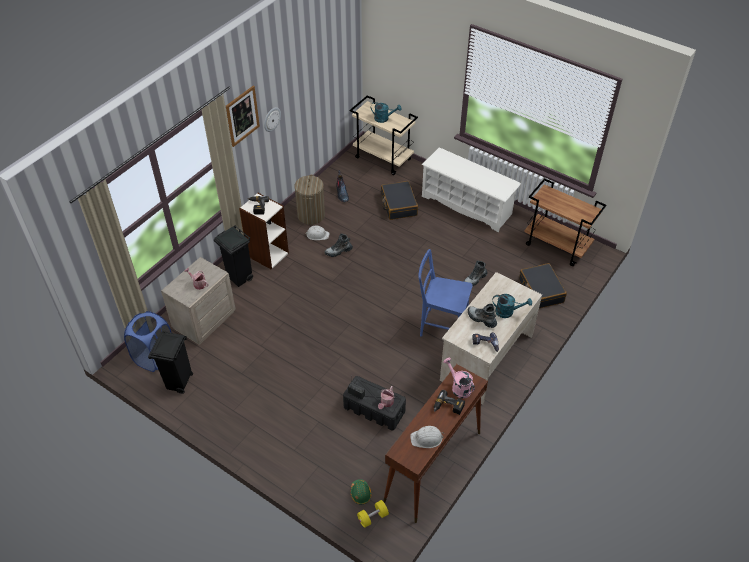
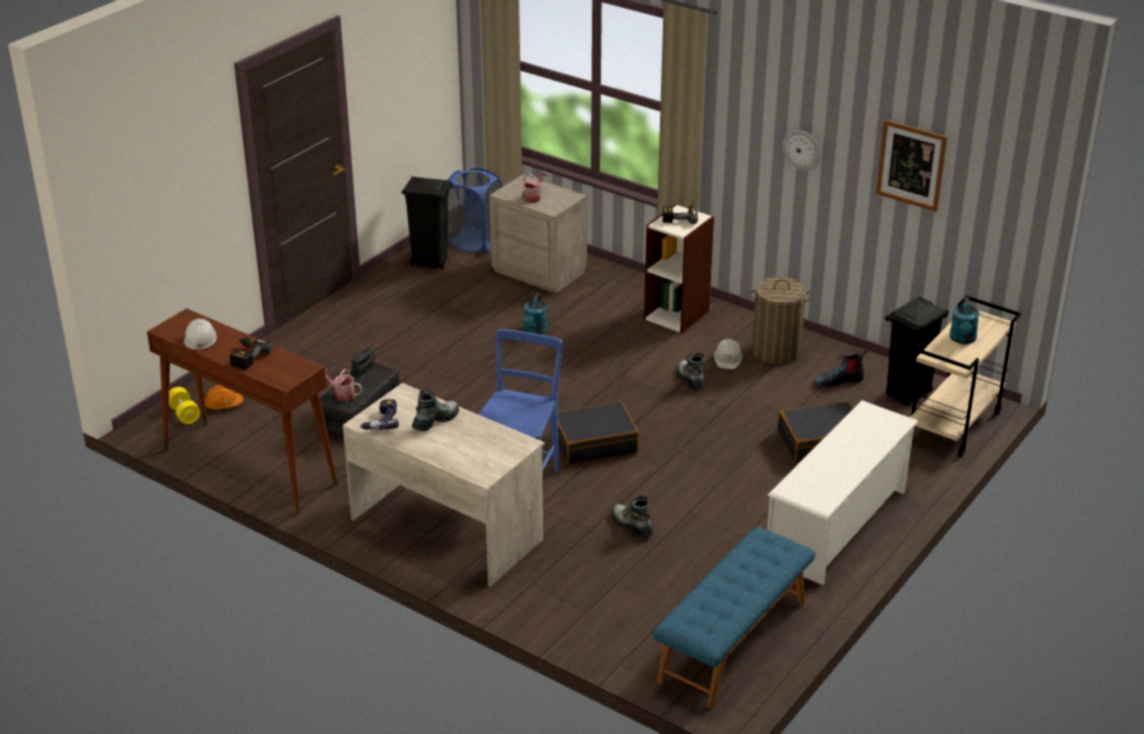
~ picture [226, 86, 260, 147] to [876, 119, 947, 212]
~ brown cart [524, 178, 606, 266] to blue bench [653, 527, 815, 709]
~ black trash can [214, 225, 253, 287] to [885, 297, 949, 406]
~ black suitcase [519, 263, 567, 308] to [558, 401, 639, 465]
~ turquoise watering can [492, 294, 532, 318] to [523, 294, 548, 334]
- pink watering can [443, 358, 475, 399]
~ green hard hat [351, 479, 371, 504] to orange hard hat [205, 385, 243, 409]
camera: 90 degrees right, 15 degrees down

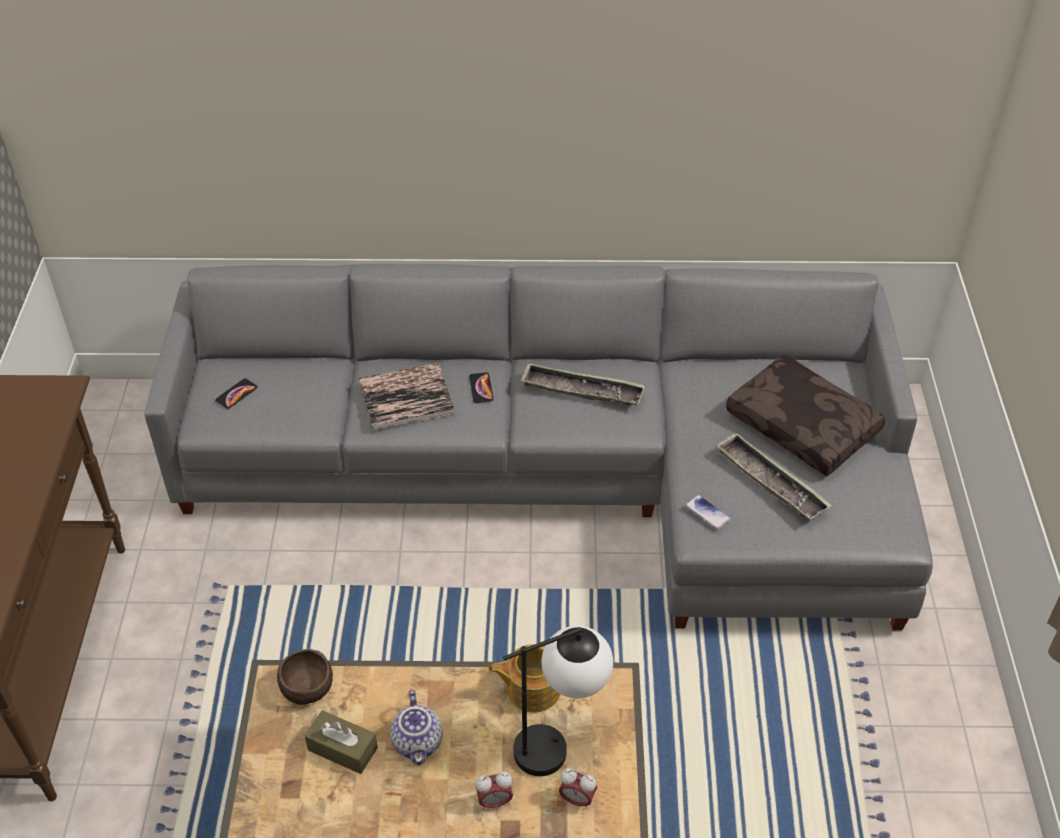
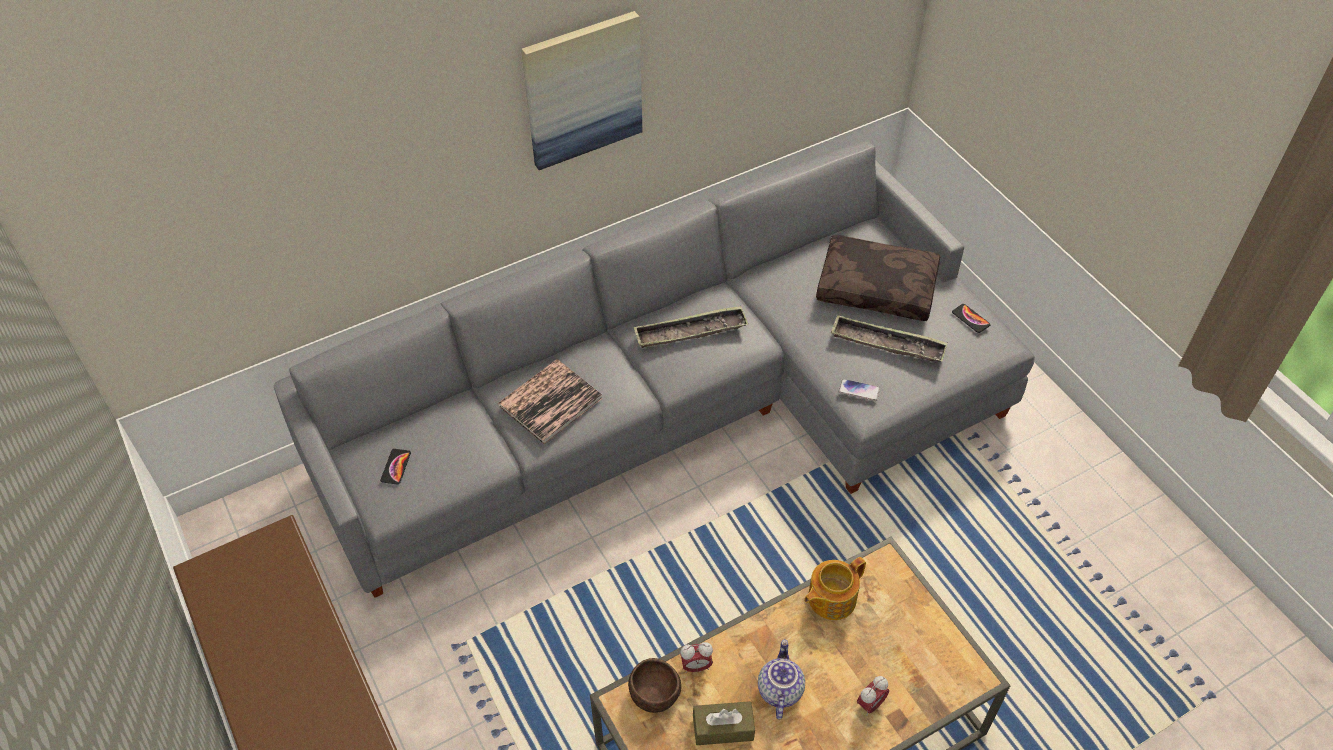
~ phone [469, 372, 494, 403] to [952, 304, 990, 333]
- table lamp [503, 626, 613, 776]
~ teapot [390, 690, 442, 765] = [758, 639, 805, 719] 135 degrees counterclockwise
~ alarm clock [559, 768, 597, 809] to [680, 642, 713, 673]
+ picture [521, 11, 642, 170]
camera: 30 degrees left, 5 degrees up

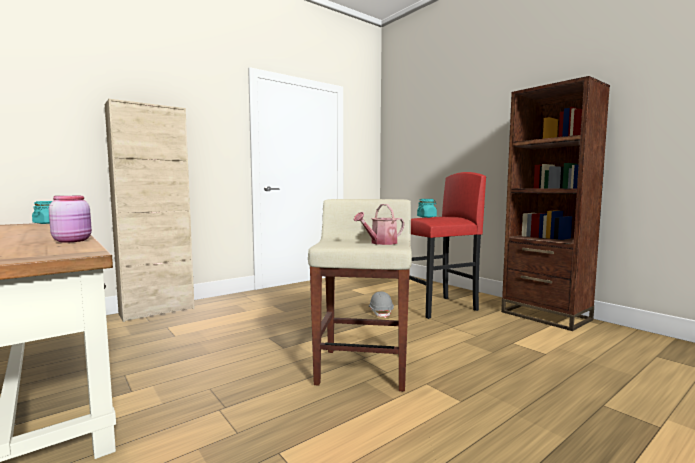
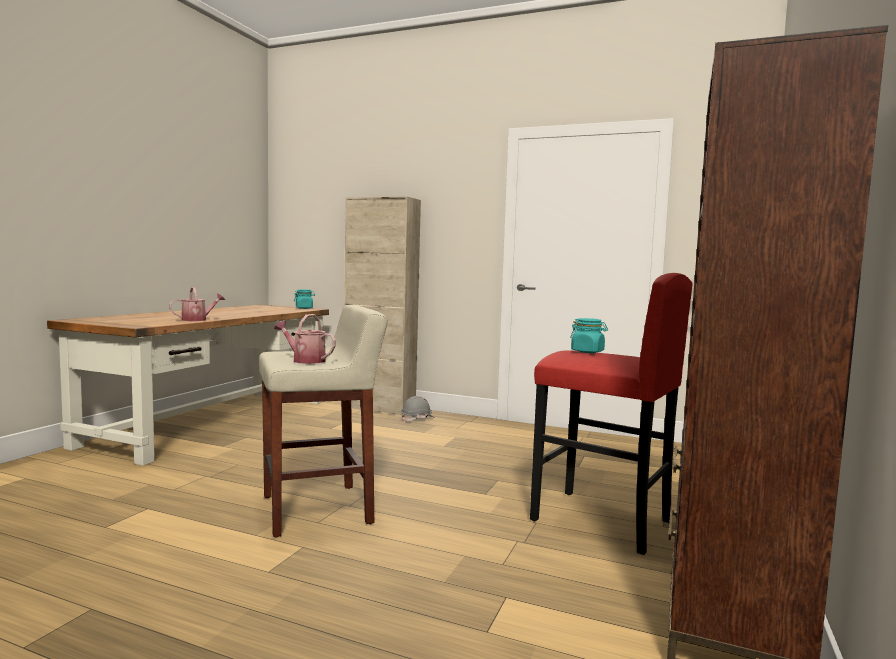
~ pink jar [49, 196, 92, 243] to watering can [169, 287, 225, 321]
~ grey hard hat [369, 292, 394, 318] to [401, 396, 434, 422]
camera: 60 degrees right, 0 degrees up

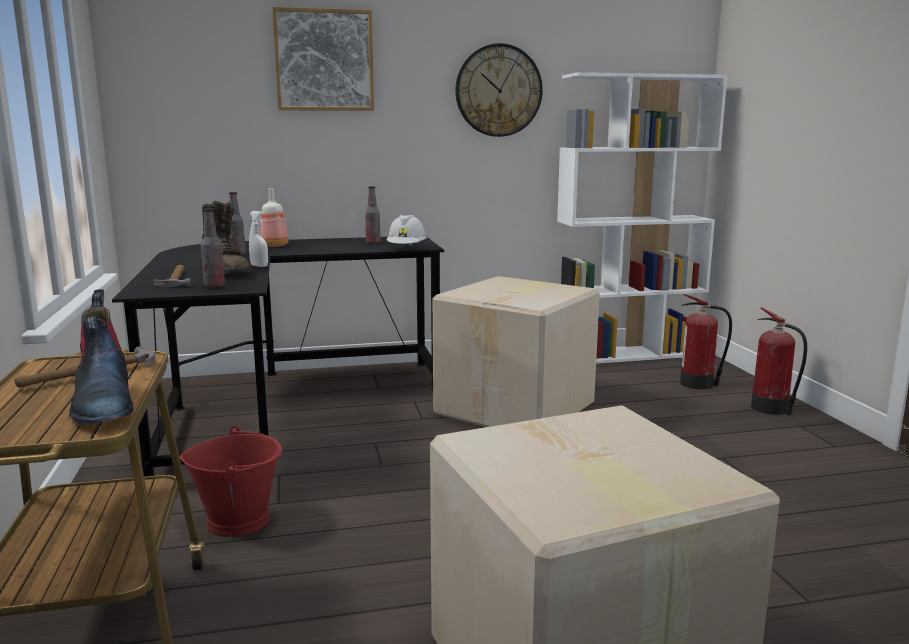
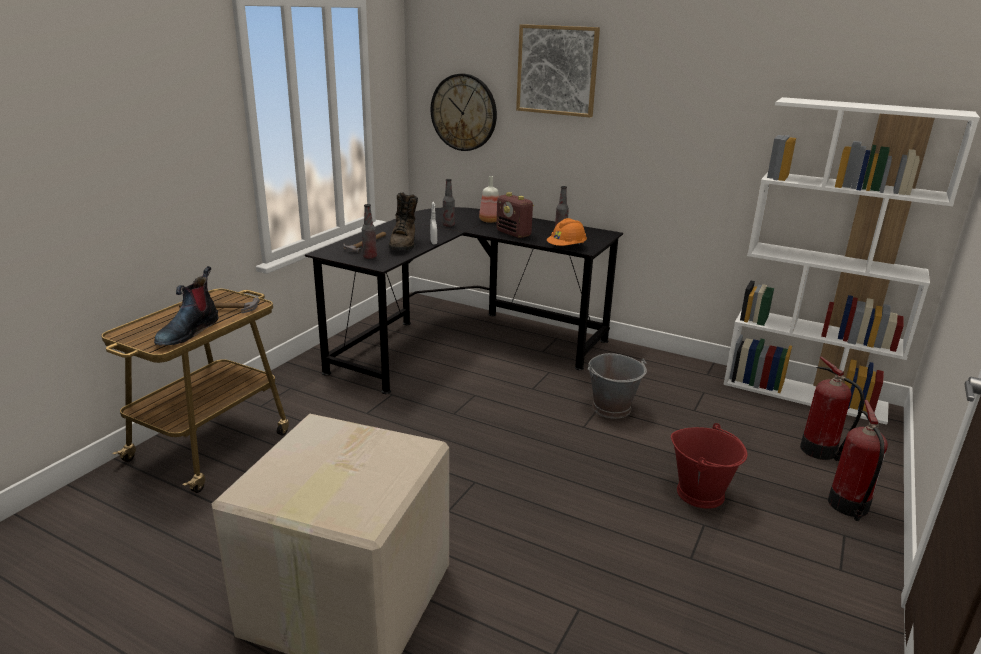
~ wall clock [455, 43, 543, 137] to [431, 74, 497, 151]
~ white hard hat [387, 215, 427, 246] to orange hard hat [547, 218, 587, 246]
~ cardboard box [433, 276, 600, 427] to grey bucket [588, 353, 647, 419]
~ red bucket [180, 426, 282, 537] to [671, 423, 747, 509]
+ radio [496, 192, 534, 238]
camera: 40 degrees right, 10 degrees up

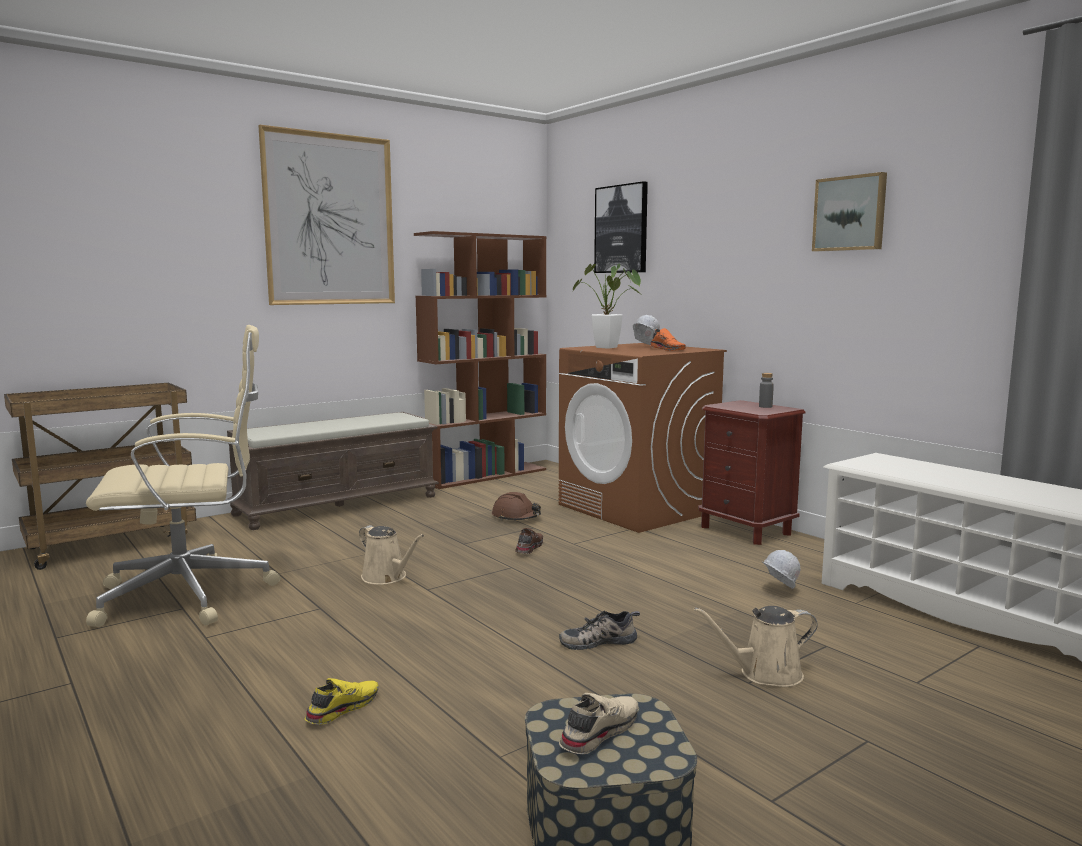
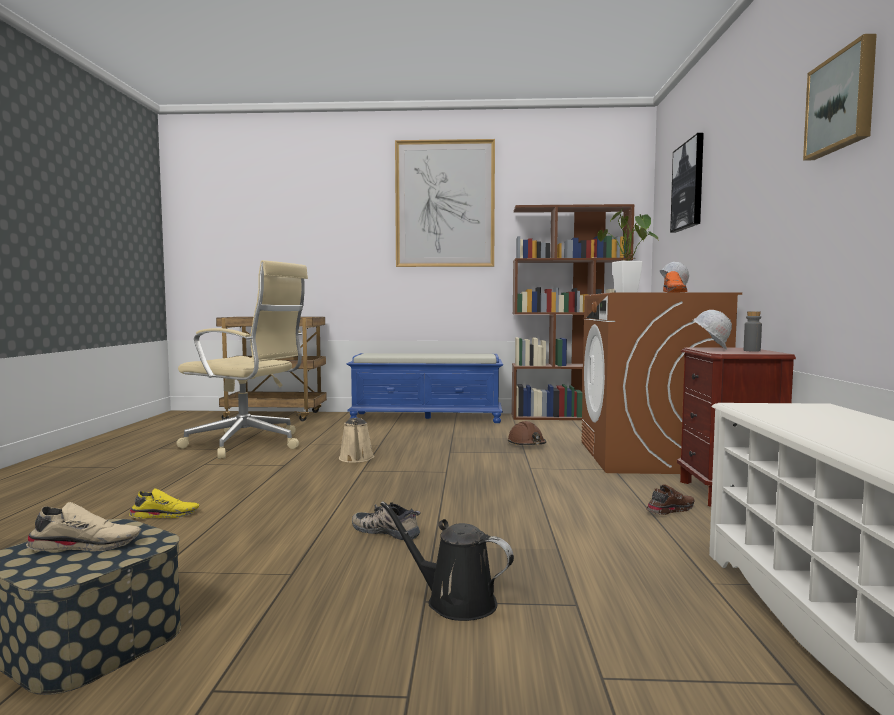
~ brown bench [227, 412, 439, 530] to blue bench [347, 353, 503, 423]
~ brown shoe [515, 528, 543, 554] to [647, 485, 695, 515]
~ white hard hat [763, 550, 800, 589] to [693, 310, 732, 350]
~ beige watering can [694, 606, 818, 687] to black watering can [380, 501, 514, 621]
camera: 40 degrees right, 5 degrees down

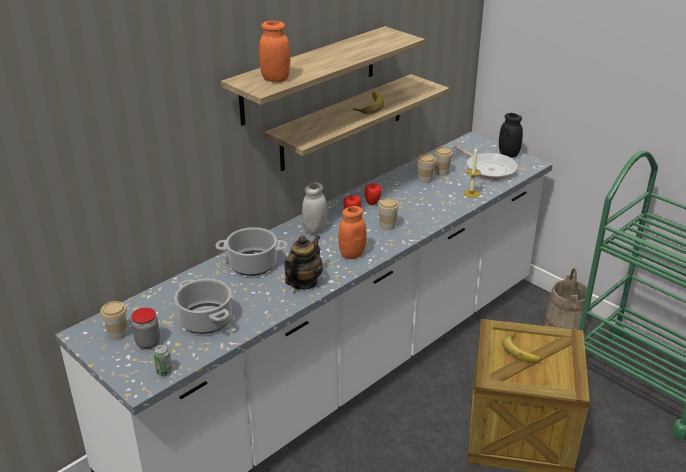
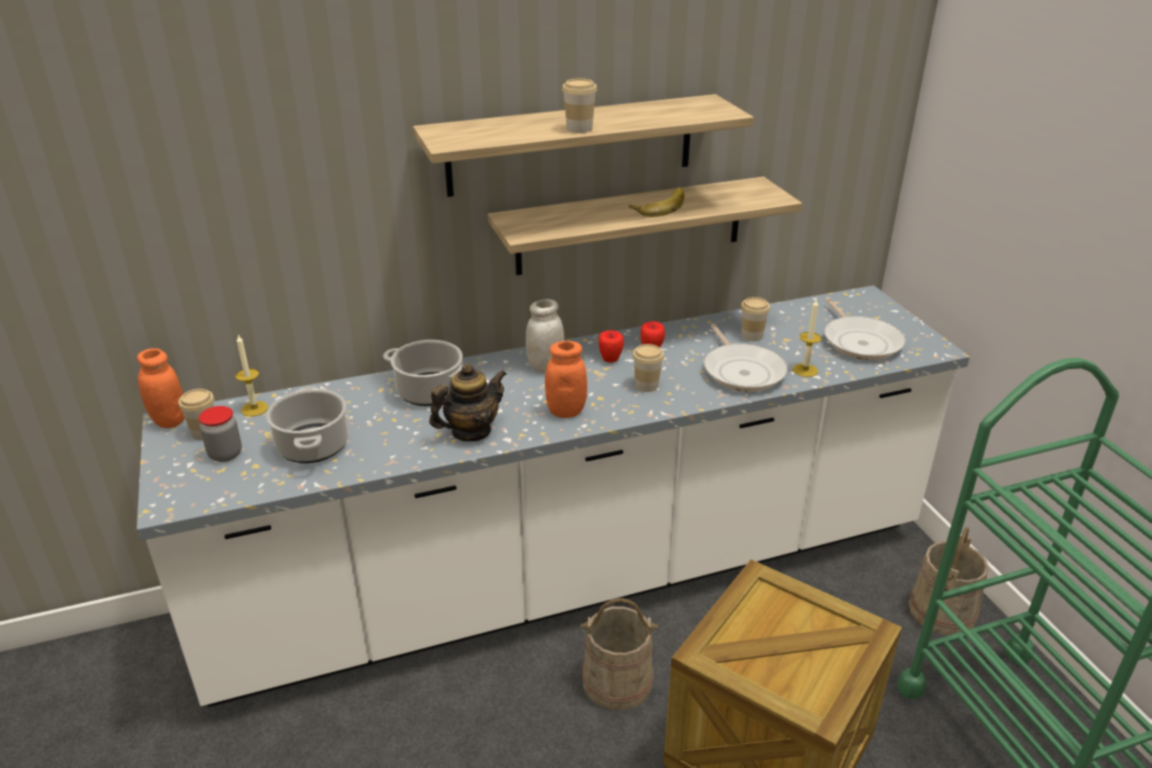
~ orange jar [259, 21, 290, 82] to [137, 348, 185, 428]
- black jar [499, 113, 523, 158]
~ cup [434, 147, 453, 176] to [562, 78, 597, 133]
- banana [502, 332, 541, 363]
- can [153, 345, 173, 376]
+ frying pan [704, 324, 788, 391]
+ candle [235, 335, 268, 416]
+ beige bucket [581, 598, 658, 710]
camera: 25 degrees right, 0 degrees up

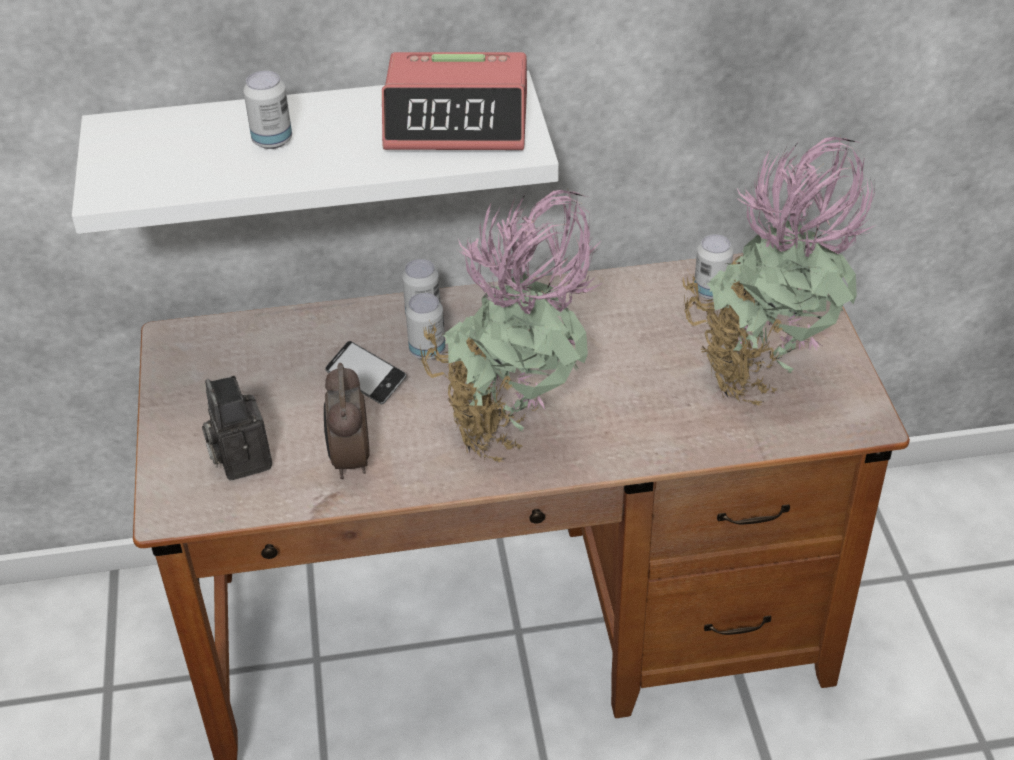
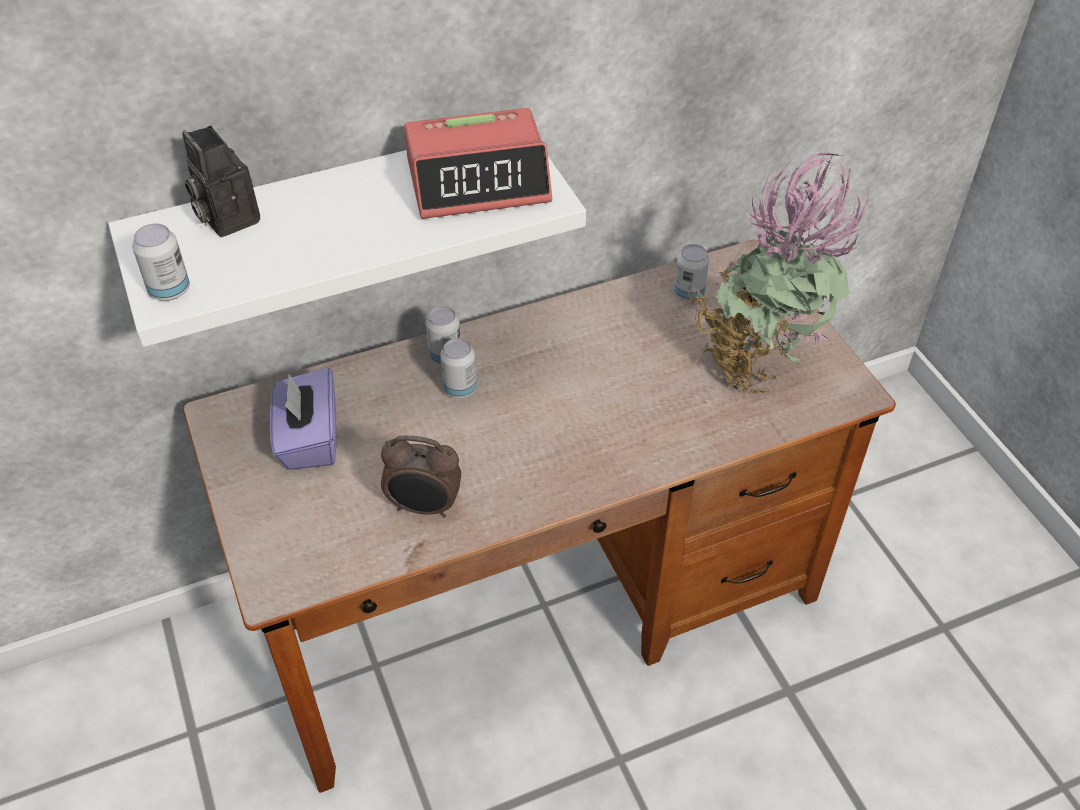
~ can [243, 71, 292, 149] to [132, 223, 190, 301]
- potted plant [420, 190, 602, 462]
- phone [325, 341, 406, 404]
~ alarm clock [324, 363, 370, 479] = [381, 435, 461, 517] 60 degrees counterclockwise
~ photo camera [202, 376, 272, 480] to [182, 126, 260, 237]
+ purple tissue box [270, 367, 337, 470]
camera: 15 degrees left, 5 degrees up

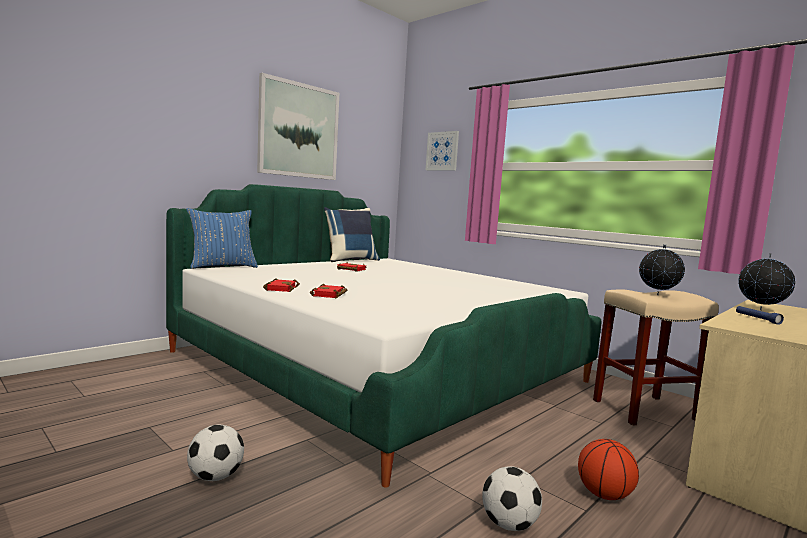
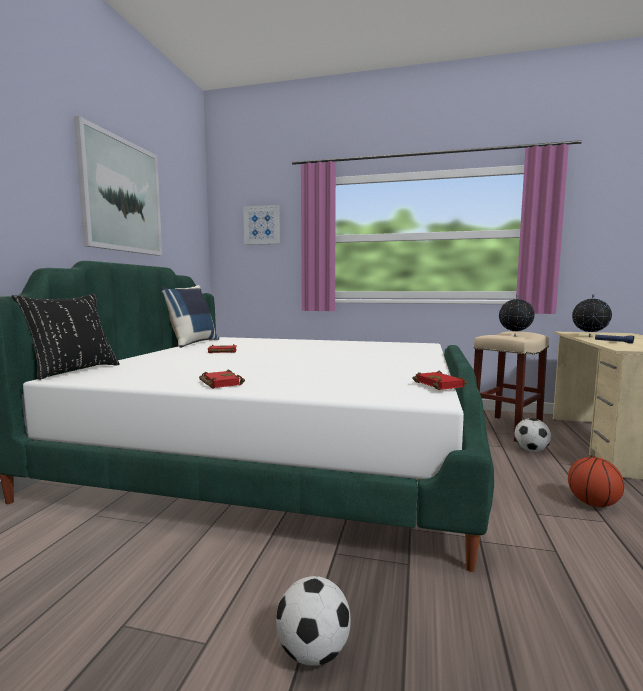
~ blue pillow [186, 208, 258, 269] to black pillow [11, 293, 120, 380]
~ red book [310, 284, 347, 299] to [413, 371, 467, 390]
~ football [482, 466, 542, 531] to [515, 418, 551, 452]
camera: 30 degrees left, 0 degrees up

